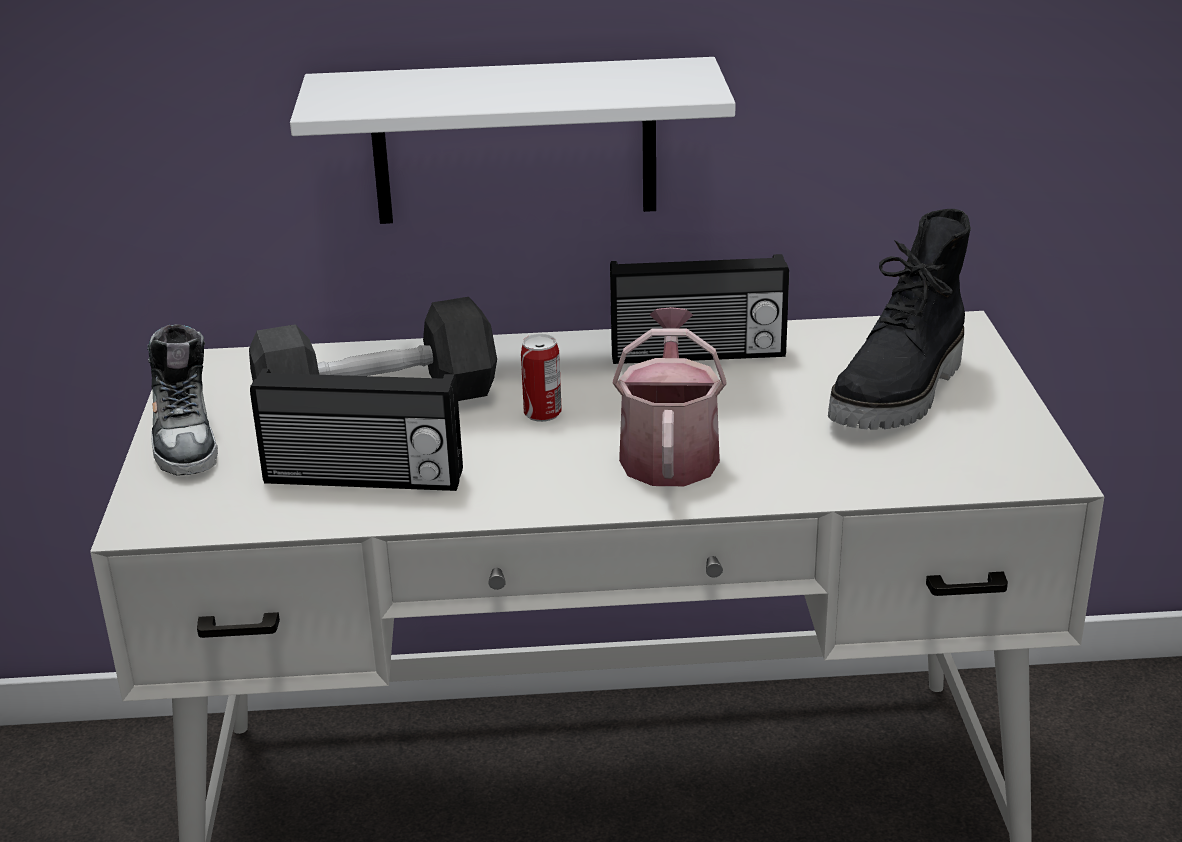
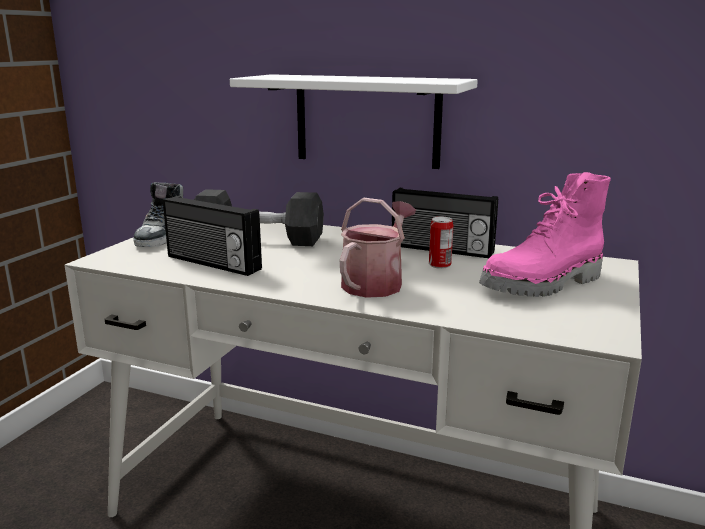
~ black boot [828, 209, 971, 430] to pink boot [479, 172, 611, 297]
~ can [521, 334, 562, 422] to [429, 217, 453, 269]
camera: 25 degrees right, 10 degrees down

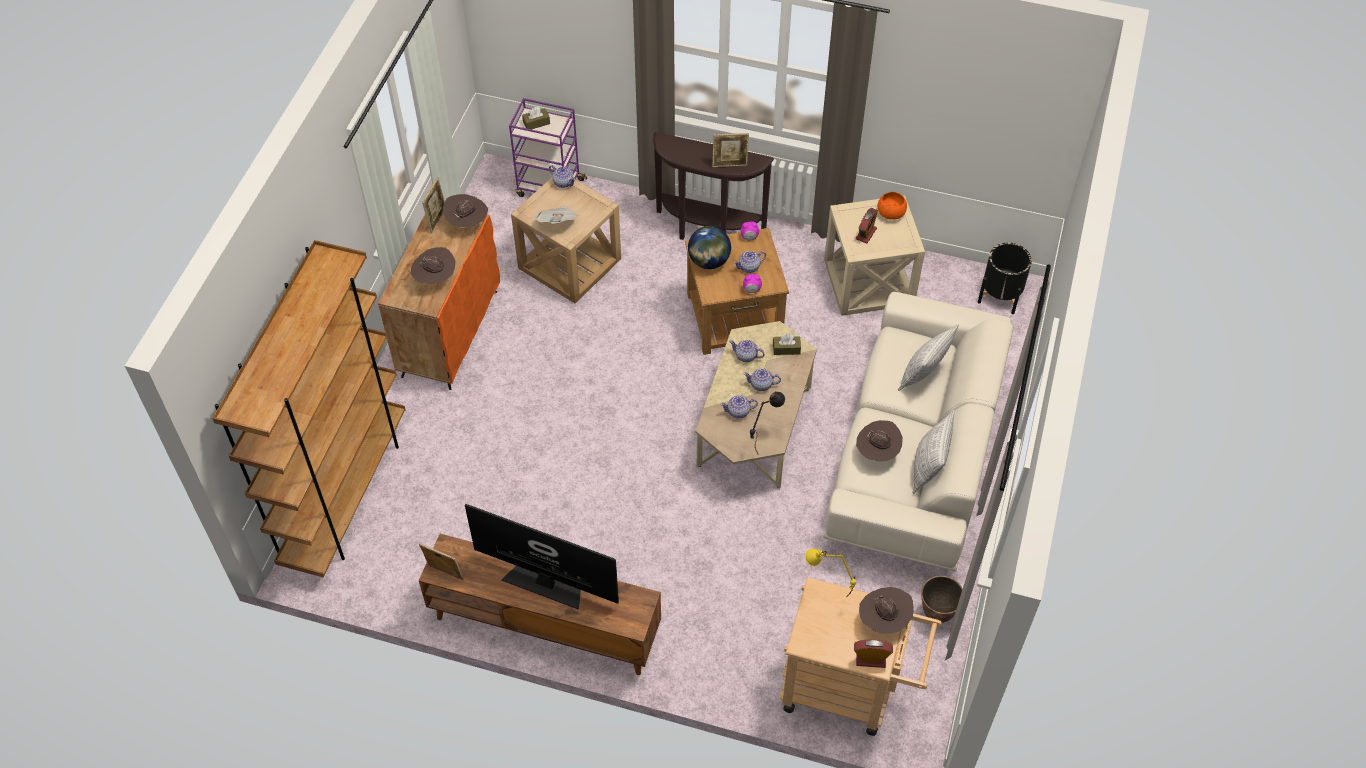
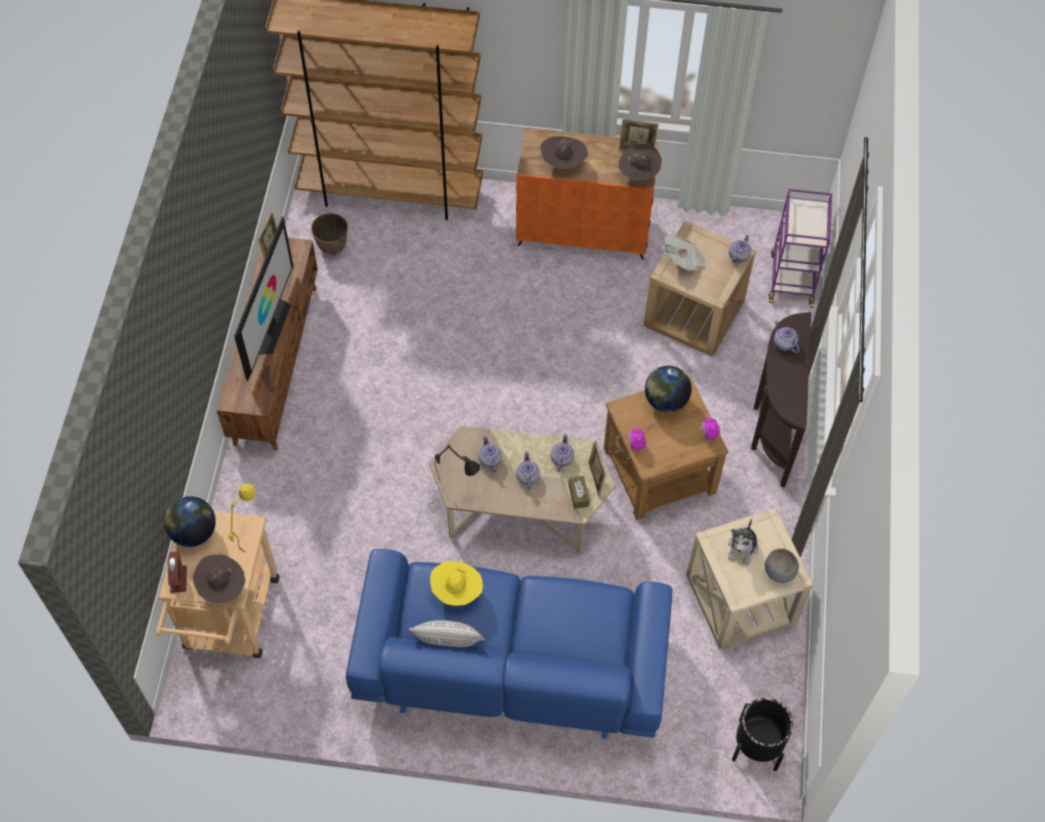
- brown tissue box [522, 107, 550, 130]
~ picture frame [712, 133, 749, 167] to [588, 440, 606, 496]
~ orange bowl [878, 192, 907, 220] to grey bowl [765, 548, 799, 583]
~ alarm clock [856, 208, 878, 243] to plush toy [728, 519, 758, 566]
~ teapot [733, 251, 766, 273] to [774, 320, 800, 353]
~ beige sofa [823, 292, 1013, 572] to blue sofa [346, 549, 672, 739]
- pillow [898, 324, 959, 391]
~ brown hat [856, 420, 903, 461] to yellow hat [430, 561, 483, 606]
~ planter [921, 576, 963, 623] to [311, 213, 348, 256]
+ globe [164, 496, 216, 547]
camera: 80 degrees right, 5 degrees up

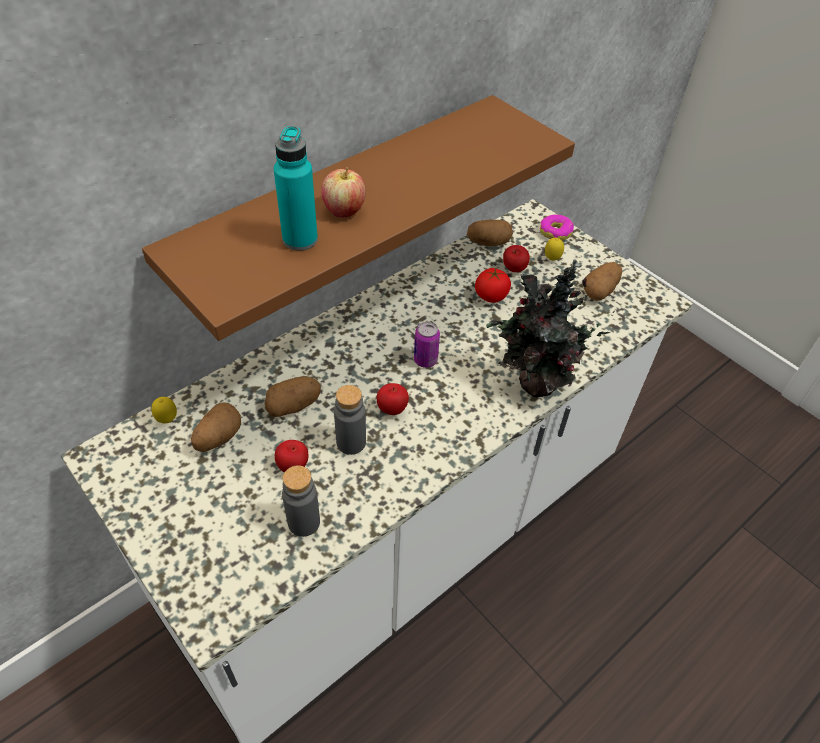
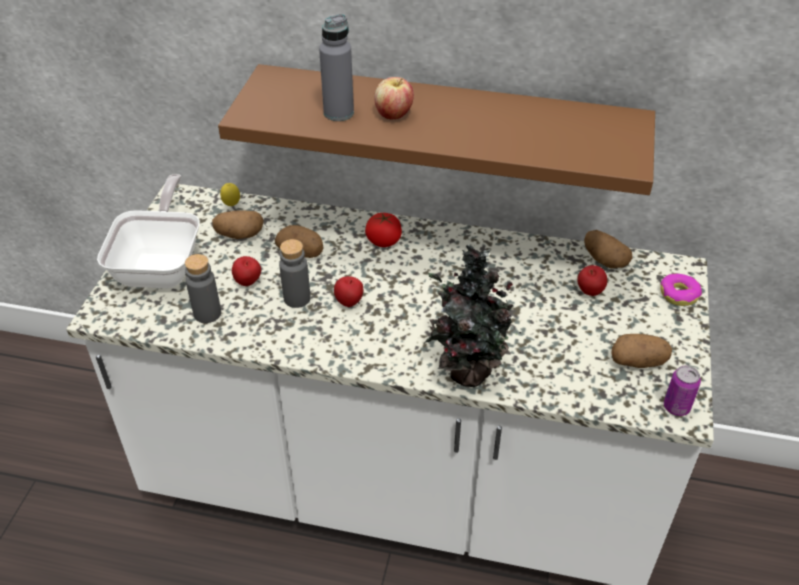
~ turquoise bottle [274, 126, 318, 251] to grey bottle [319, 14, 354, 121]
- lemon [545, 238, 564, 260]
~ tomato [475, 268, 511, 303] to [365, 213, 402, 247]
~ can [414, 322, 440, 368] to [664, 365, 701, 416]
+ frying pan [97, 174, 200, 288]
camera: 55 degrees right, 5 degrees down

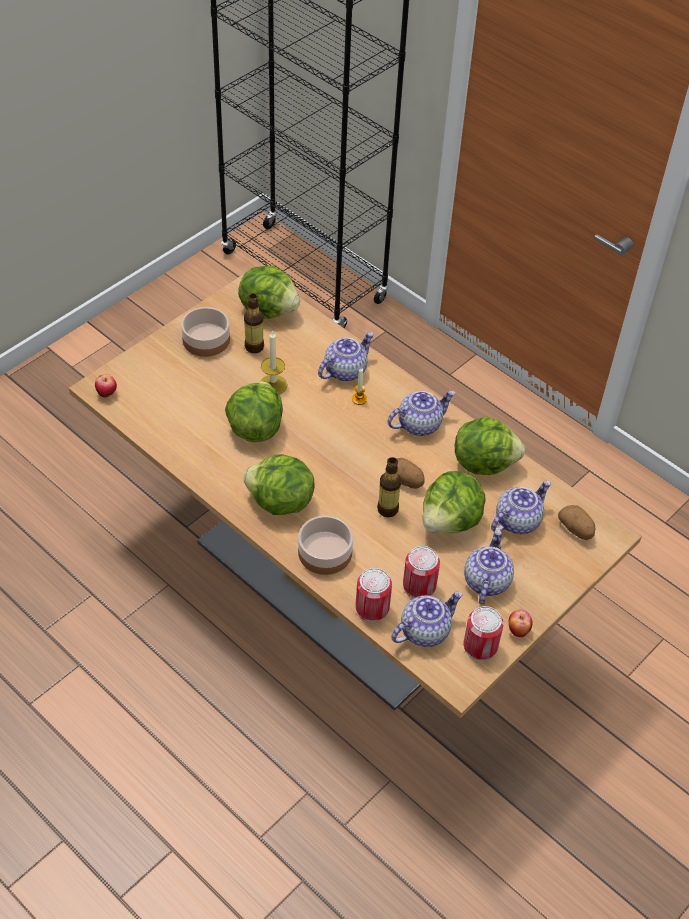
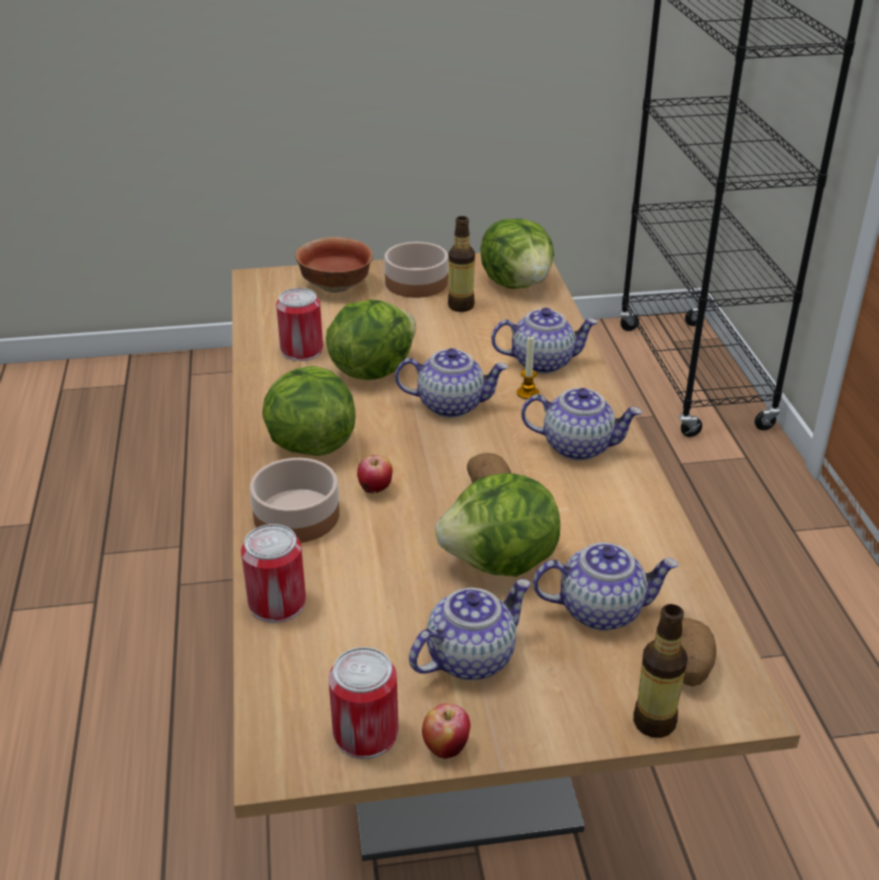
- candle [261, 330, 287, 395]
~ apple [95, 374, 117, 398] to [357, 455, 393, 494]
- lettuce [455, 416, 525, 475]
~ bottle [377, 457, 401, 517] to [633, 604, 688, 738]
~ can [403, 546, 440, 598] to [276, 288, 323, 361]
~ teapot [391, 591, 463, 647] to [395, 348, 508, 418]
+ bowl [295, 237, 373, 293]
camera: 40 degrees right, 15 degrees down

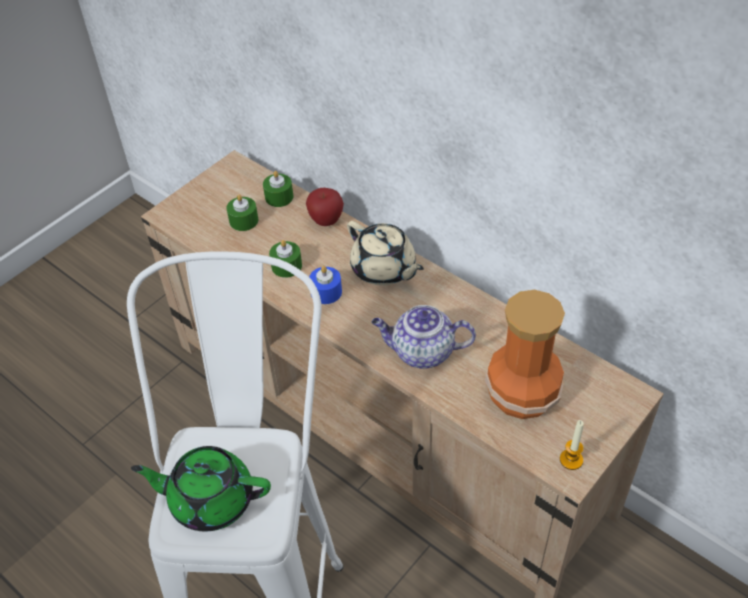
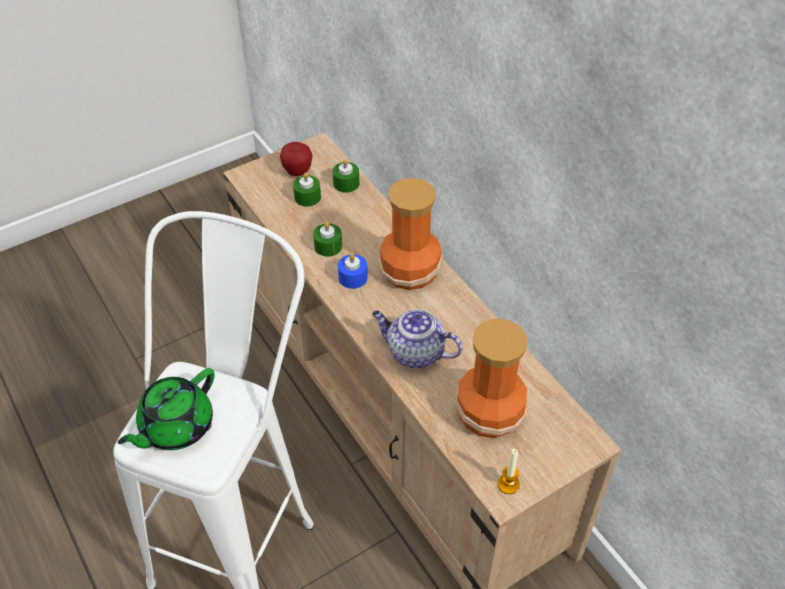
~ apple [306, 188, 344, 226] to [280, 142, 313, 176]
~ beige teapot [347, 221, 424, 286] to vase [378, 178, 443, 290]
~ green teapot [131, 446, 271, 532] = [118, 368, 215, 450] 75 degrees counterclockwise
camera: 15 degrees right, 0 degrees up

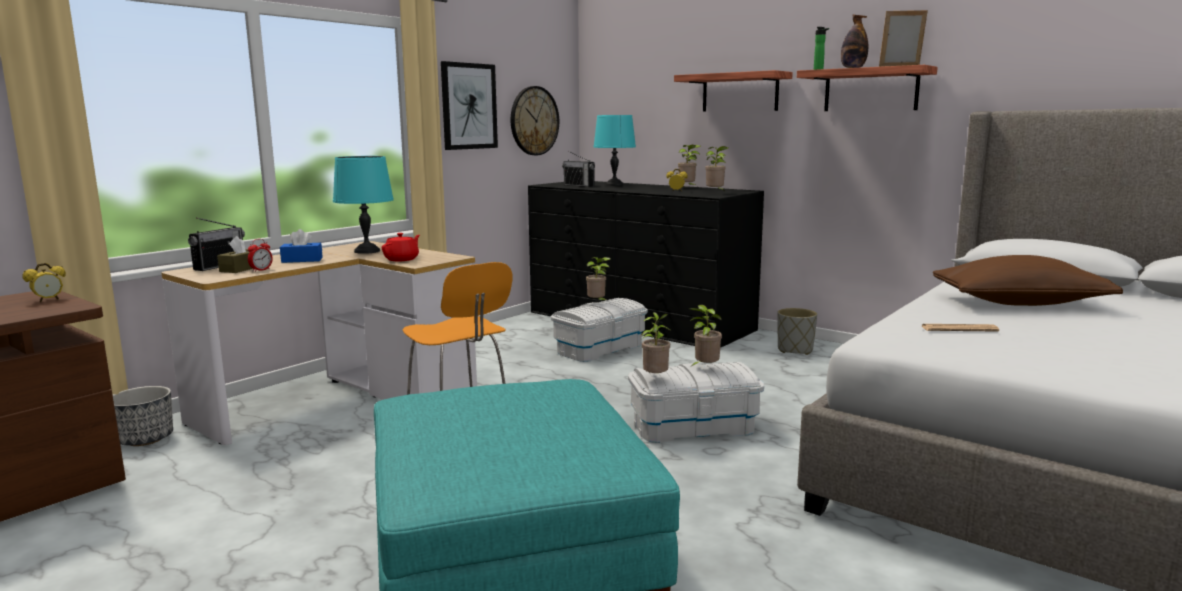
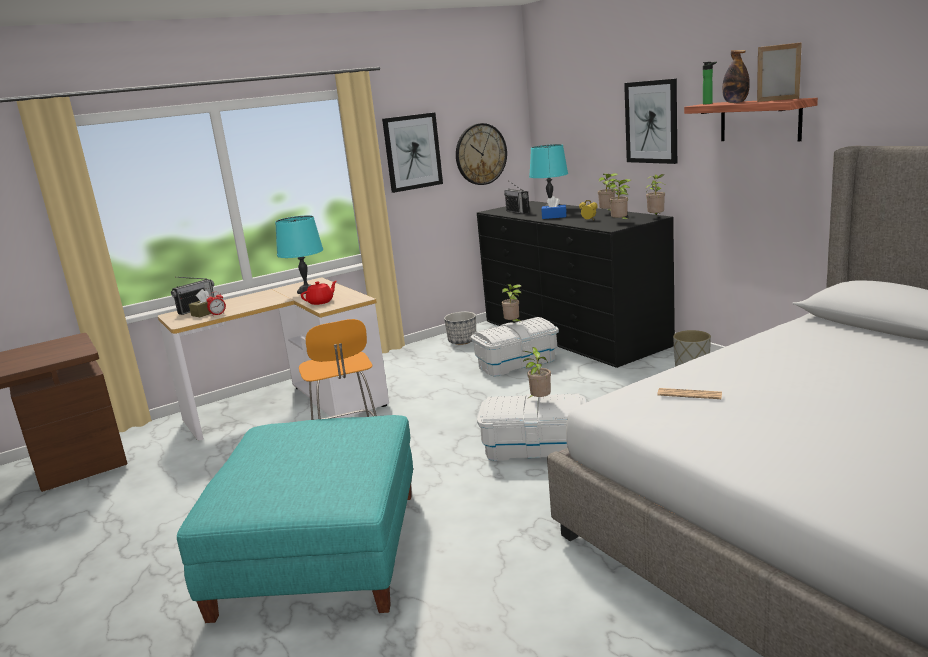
~ shelf [674, 70, 793, 112] to picture [624, 79, 677, 164]
~ blue tissue box [280, 229, 323, 263] to [541, 196, 566, 219]
- brown pillow [933, 255, 1123, 306]
- alarm clock [22, 263, 66, 302]
~ potted plant [641, 312, 670, 373] to [646, 174, 665, 215]
~ planter [113, 386, 173, 446] to [444, 312, 476, 345]
camera: 20 degrees right, 5 degrees up

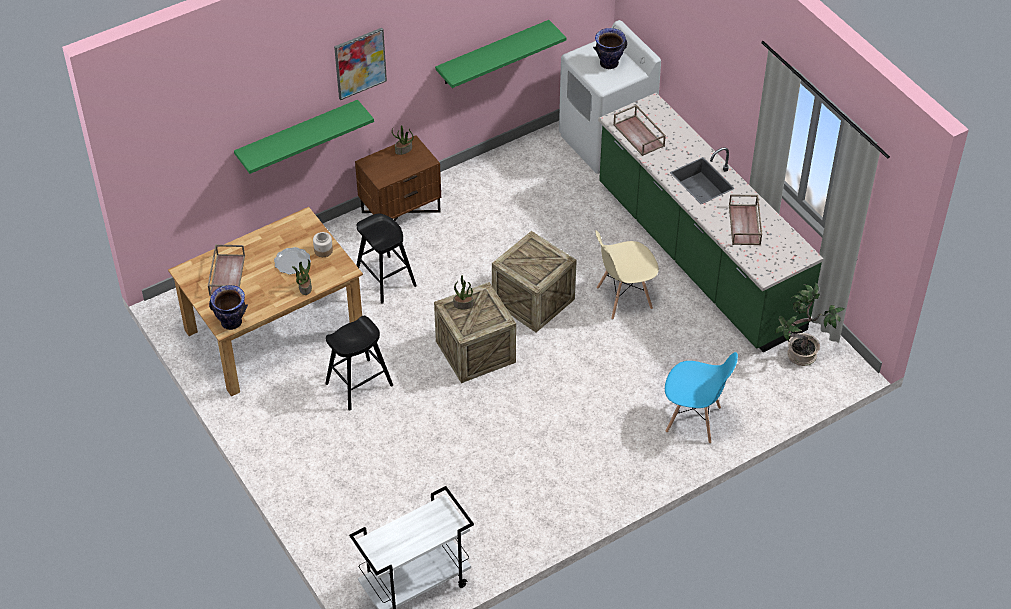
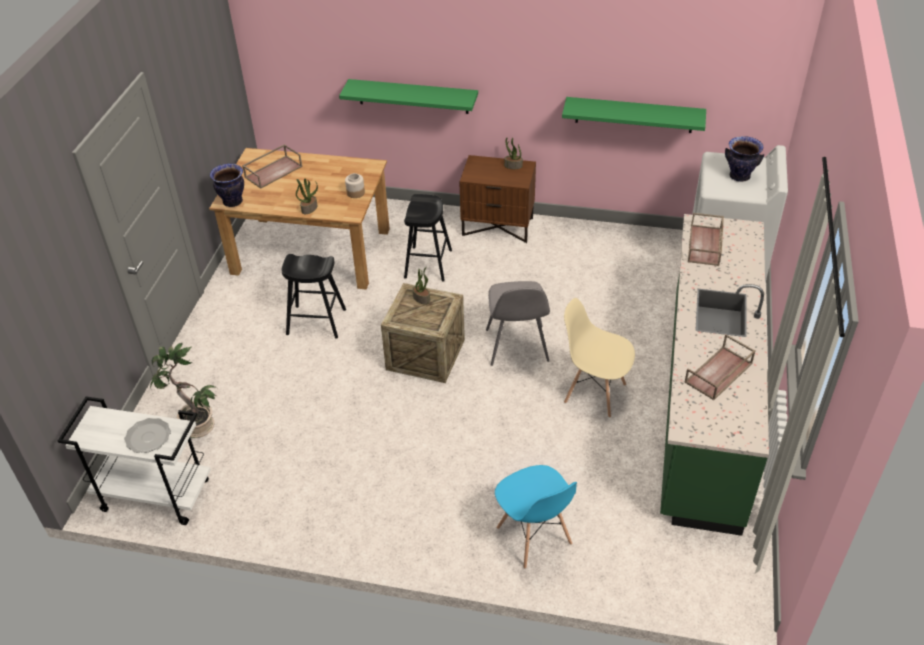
- picture [334, 28, 387, 100]
~ crate [492, 231, 577, 333] to grey chair [486, 281, 550, 366]
~ plate [274, 247, 311, 274] to [124, 418, 171, 453]
~ potted plant [775, 282, 845, 366] to [150, 343, 217, 438]
camera: 45 degrees right, 5 degrees down

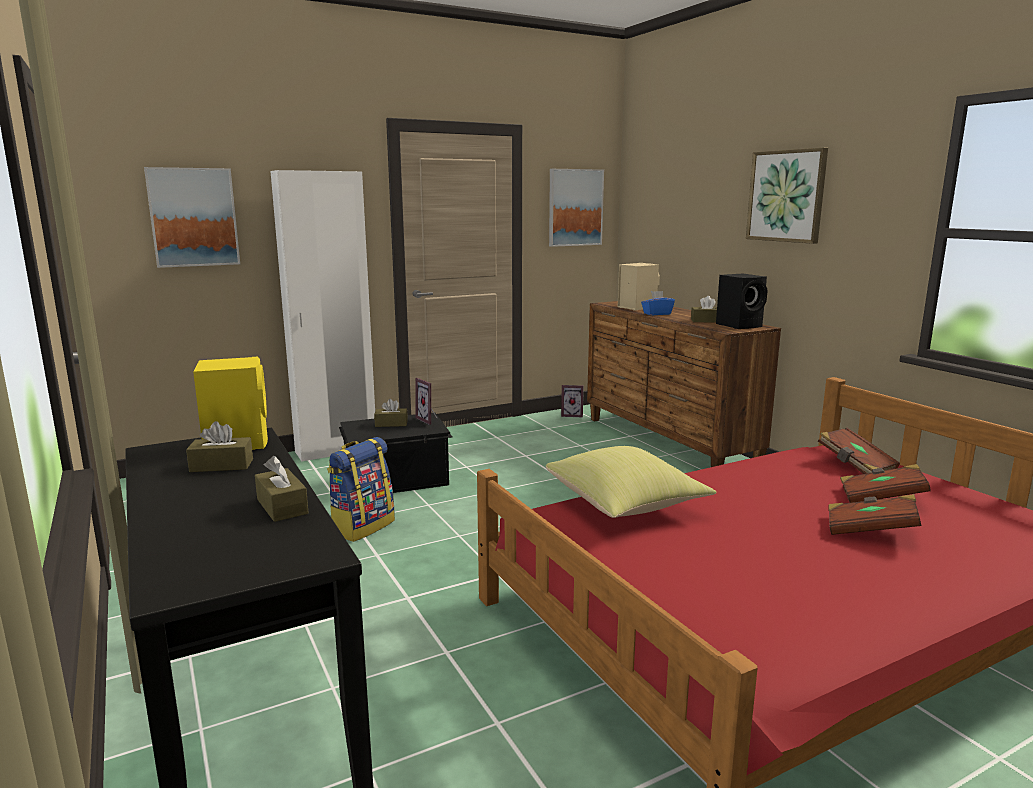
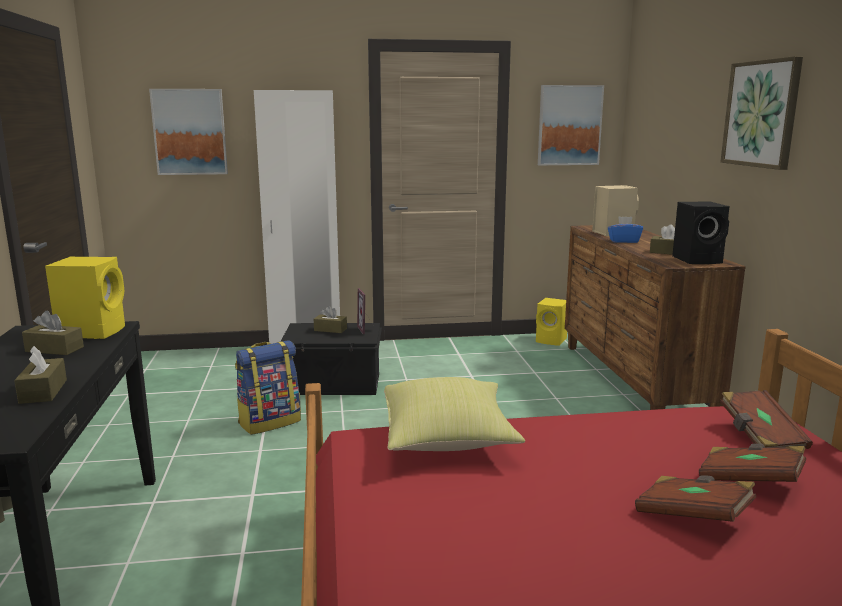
~ picture frame [561, 385, 584, 417] to yellow speaker [536, 298, 567, 346]
camera: 20 degrees right, 0 degrees up

